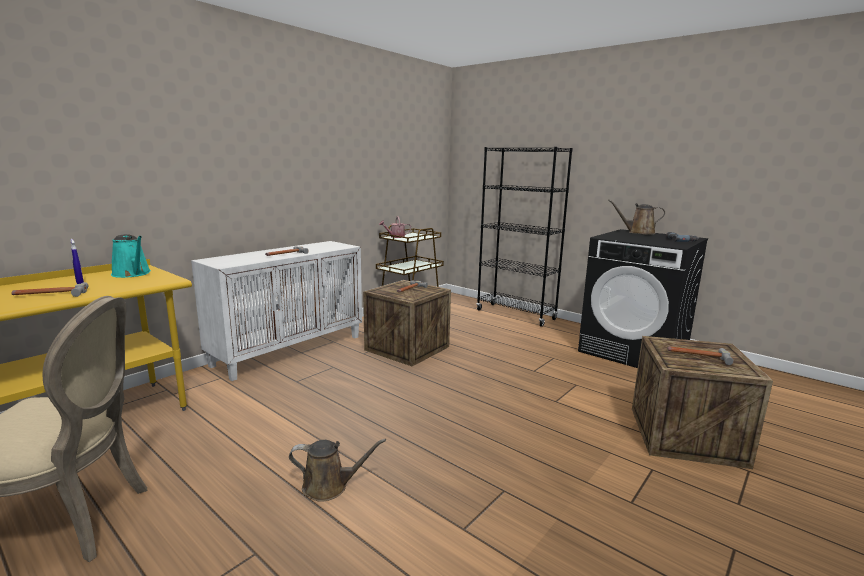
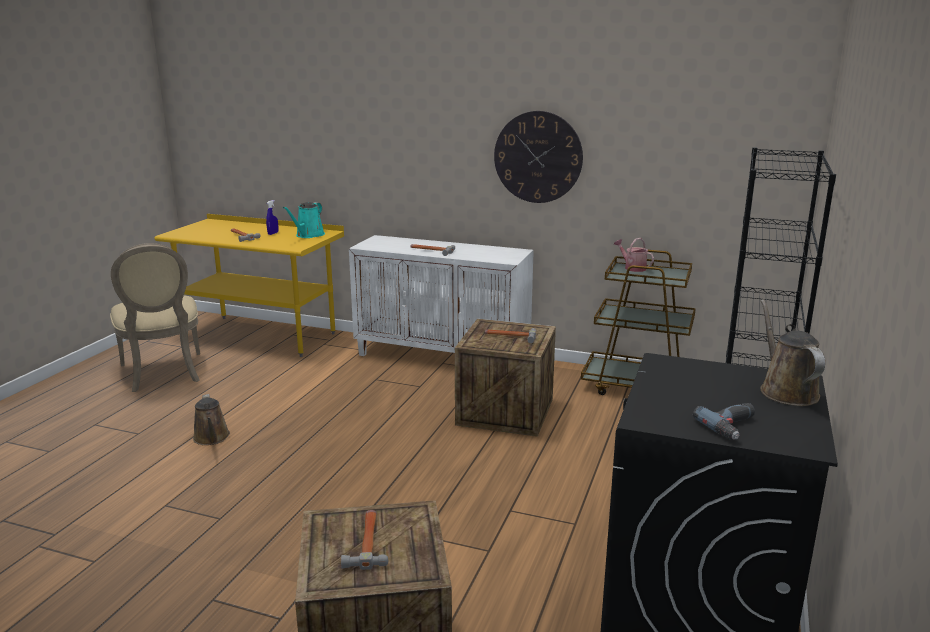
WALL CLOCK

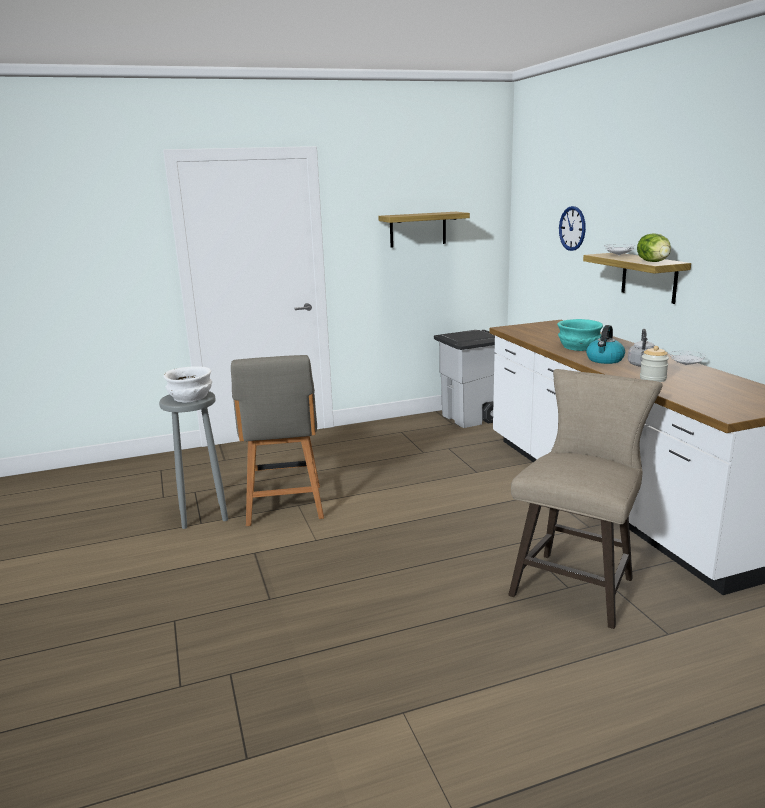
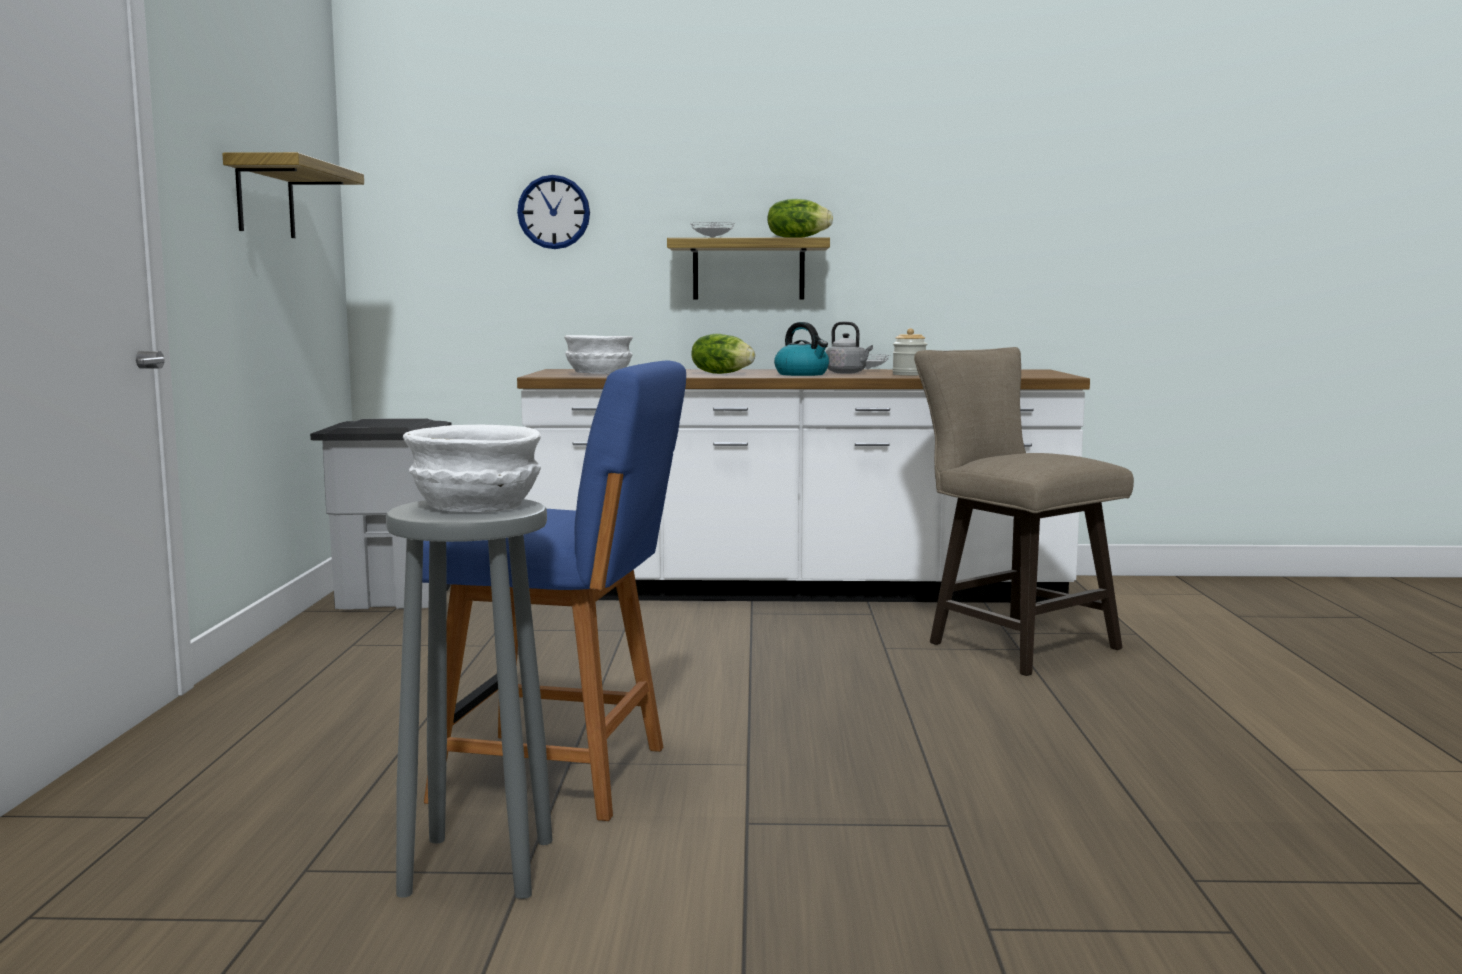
LETTUCE HEAD (1st from left); BLUE-COLOURED CHAIR; WHITE BOWL (2nd from left)

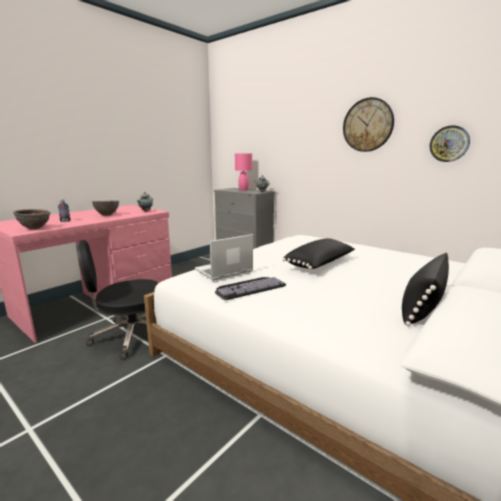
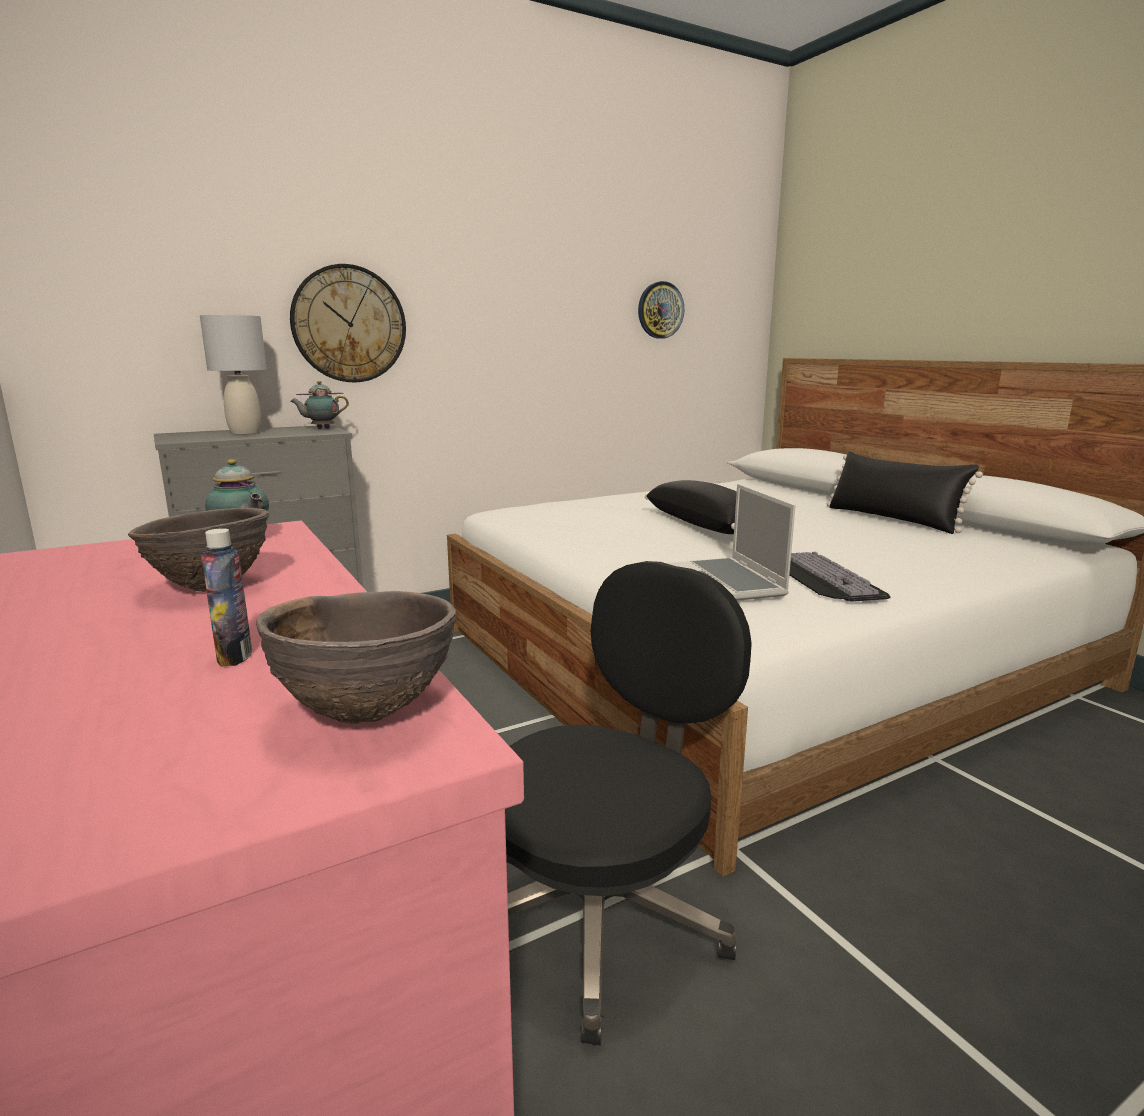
WALL CLOCK (1st from left); GREYISH TABLETOP LAMP; BLACK-COLOURED COMPUTER CHAIR

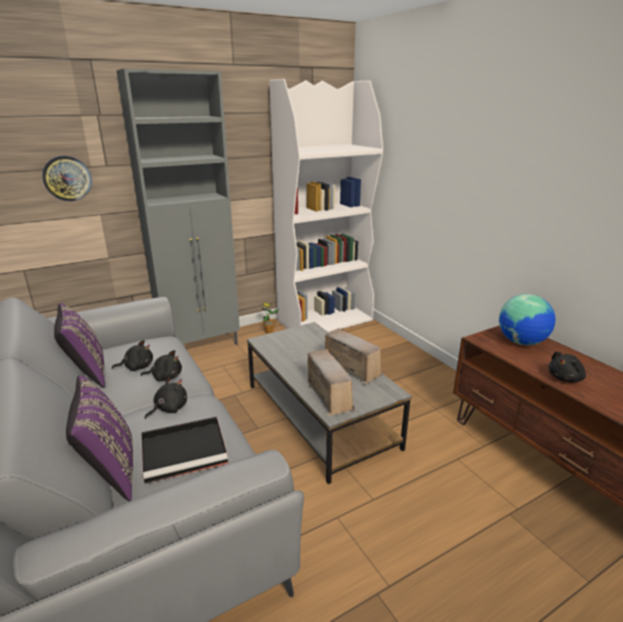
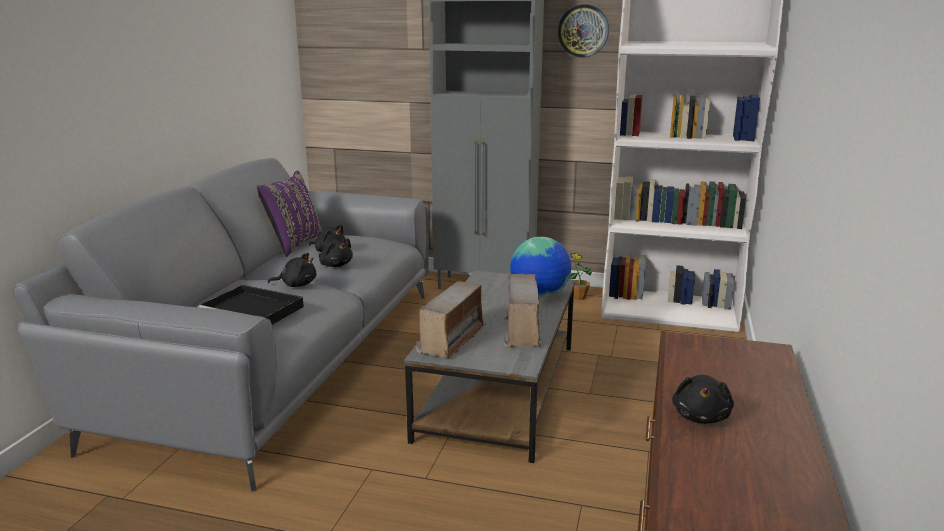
WALL CLOCK; GLOBE; BLACK-COLOURED CUDDLY TOY (4th from left); PURPLISH THROW PILLOW (2nd from left in the first image)

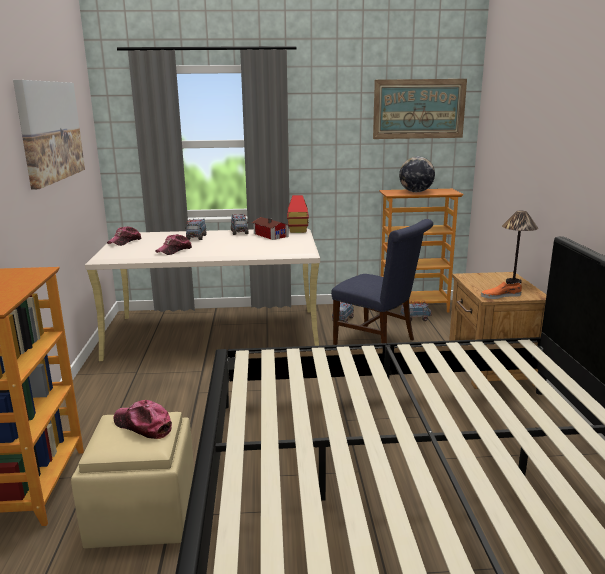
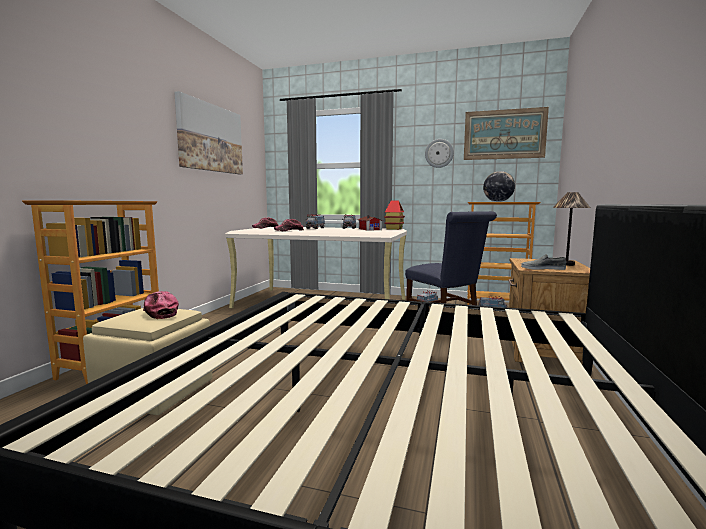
GREYISH SHOE; WALL CLOCK

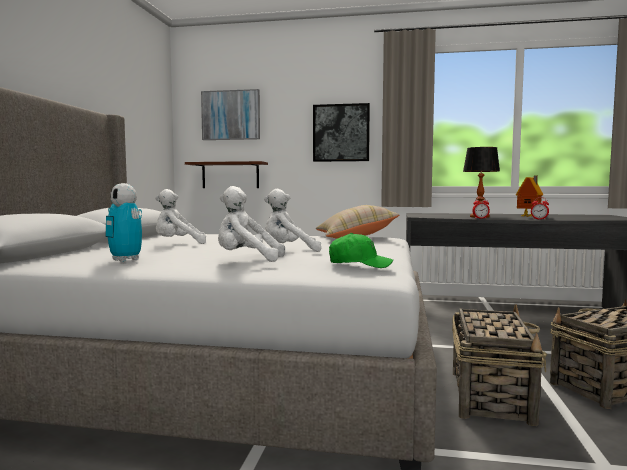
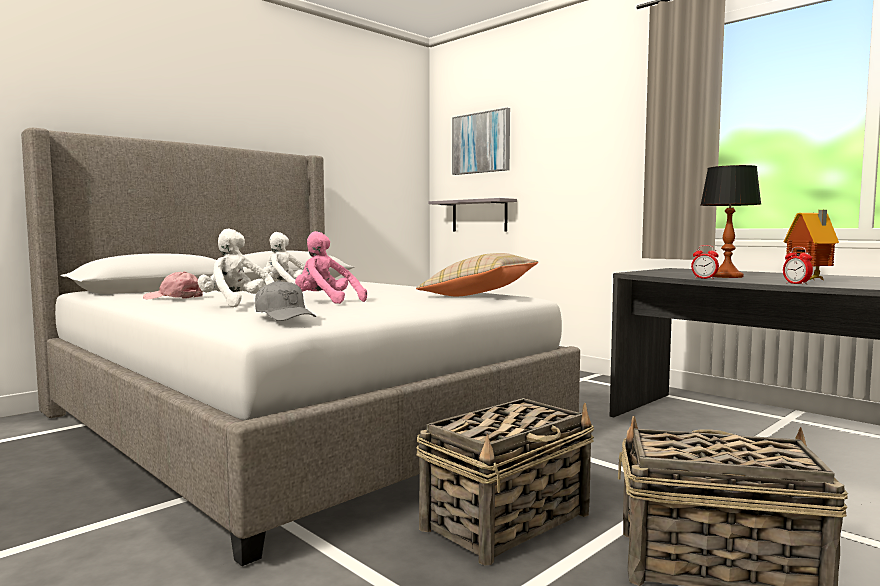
PICTURE (2nd from left in the first image); GREYISH BRACKET SHELF; PINKISH BASEBALL CAP; PINKISH CUDDLY TOY; GREYISH BASEBALL CAP

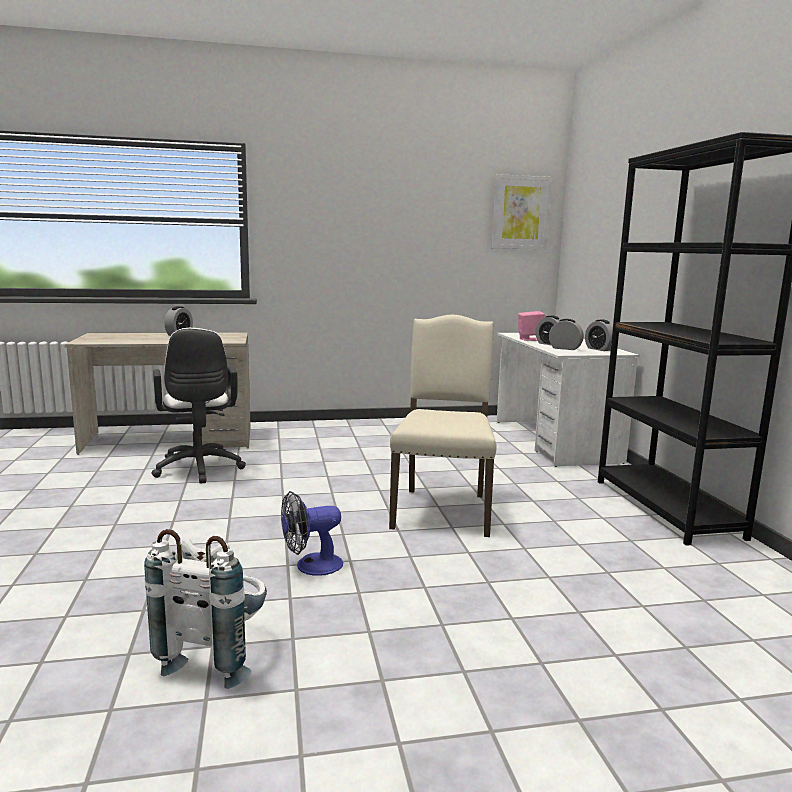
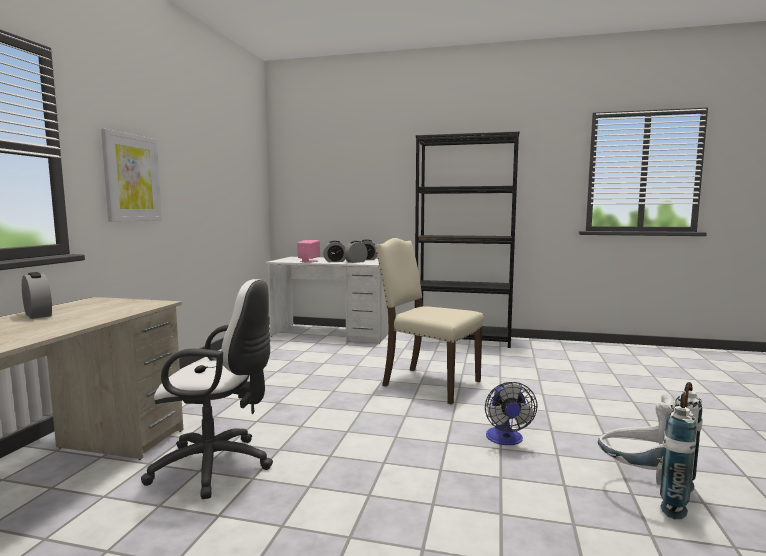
PICTURE

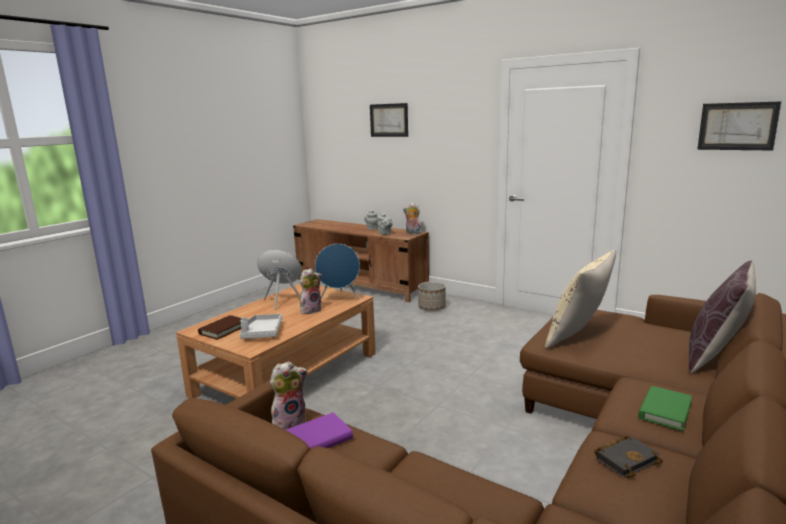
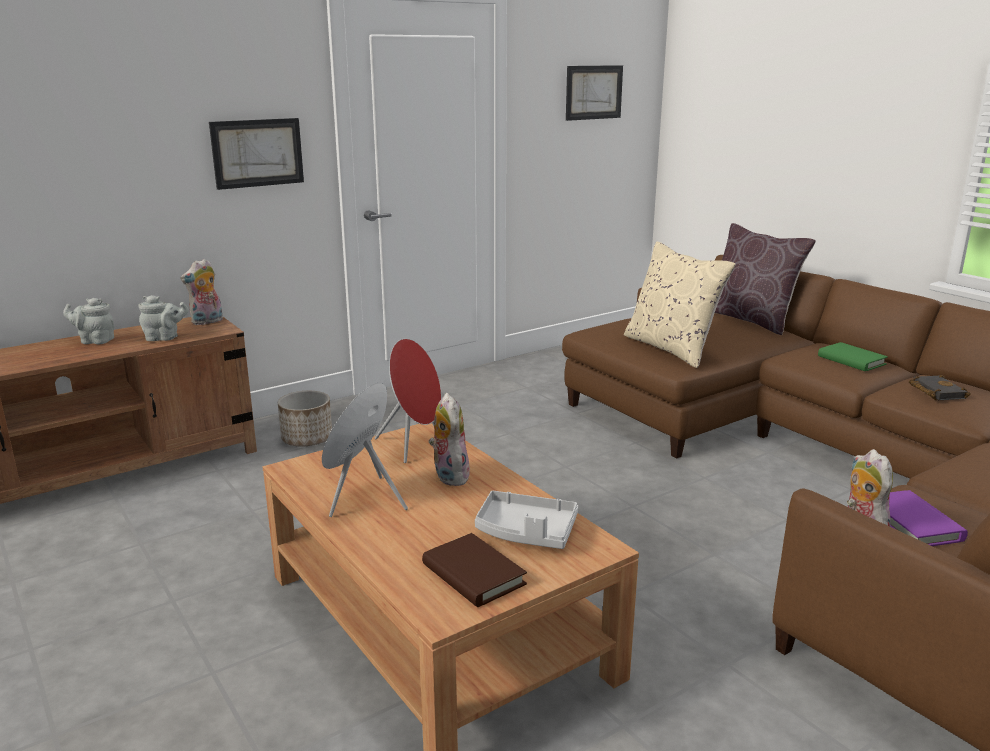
PICTURE (1st from left); REDDISH AUDIO SPEAKER

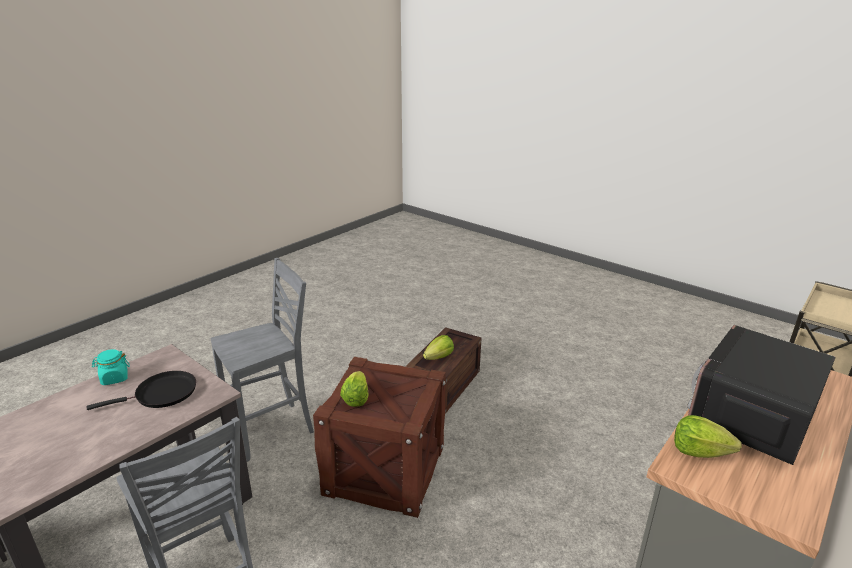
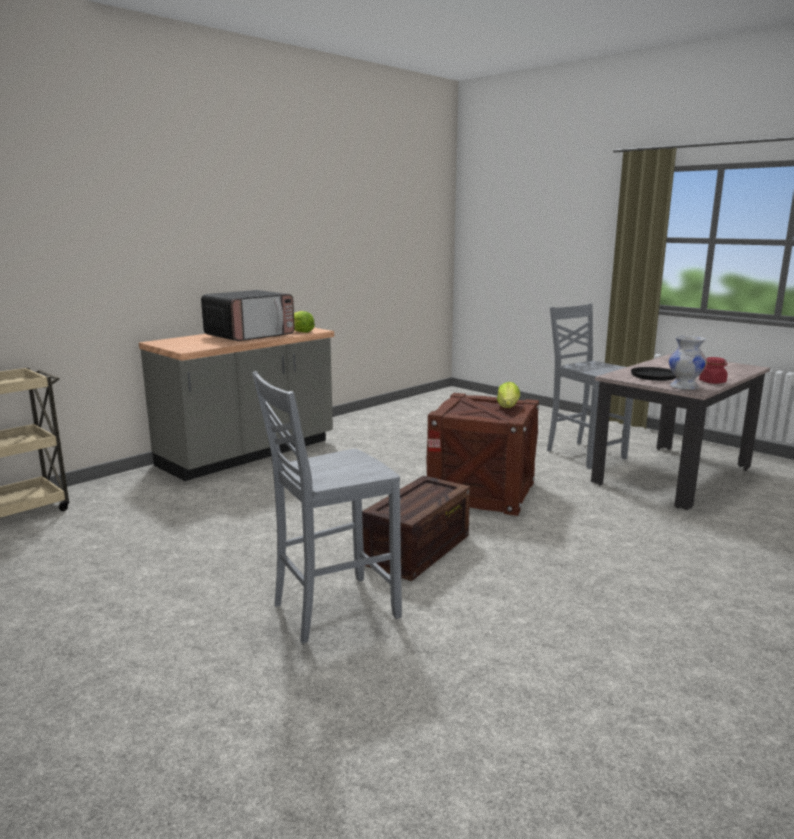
GREYISH CHAIR (1st from left); LETTUCE HEAD (2nd from left in the first image); REDDISH STORAGE JAR; WHITE DECORATIVE VASE

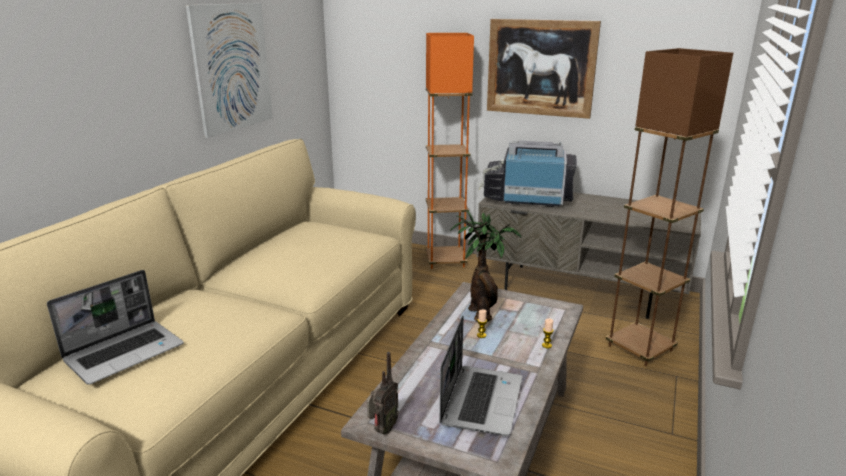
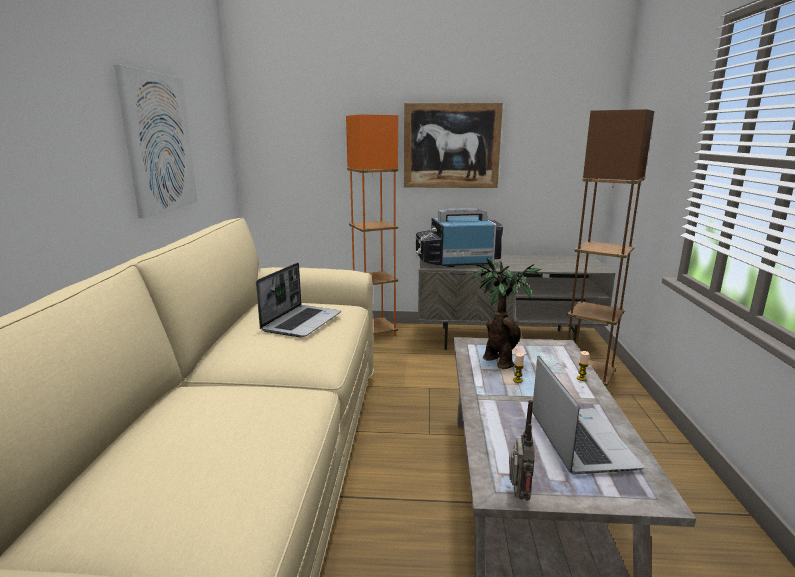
NOTEBOOK COMPUTER (1st from left)

